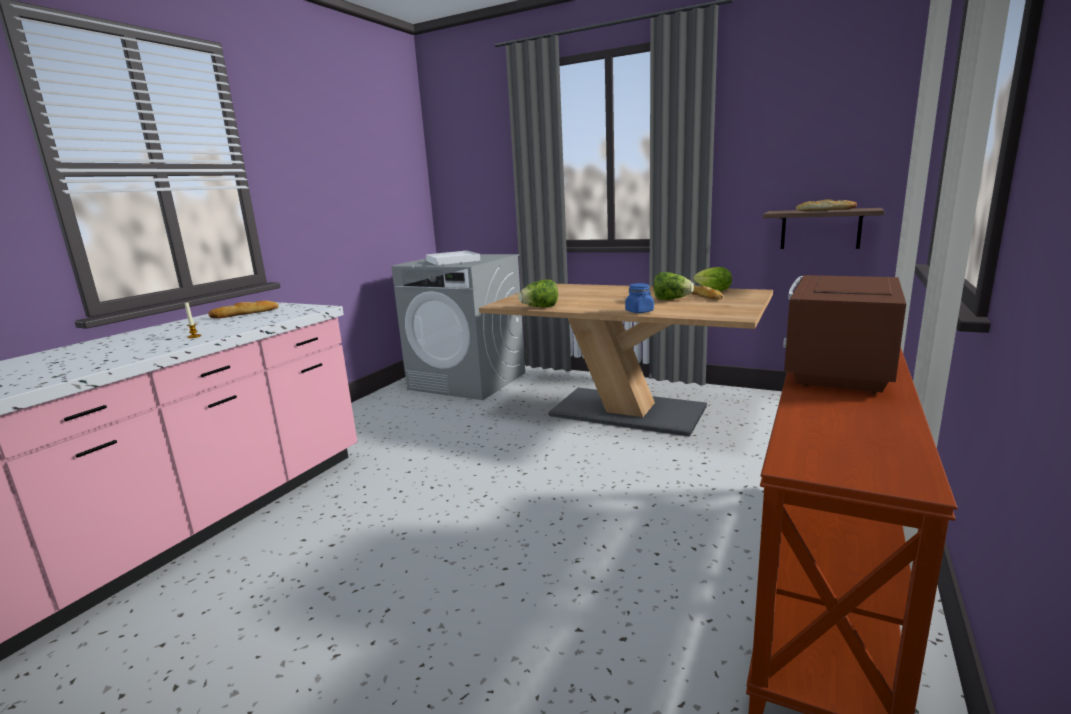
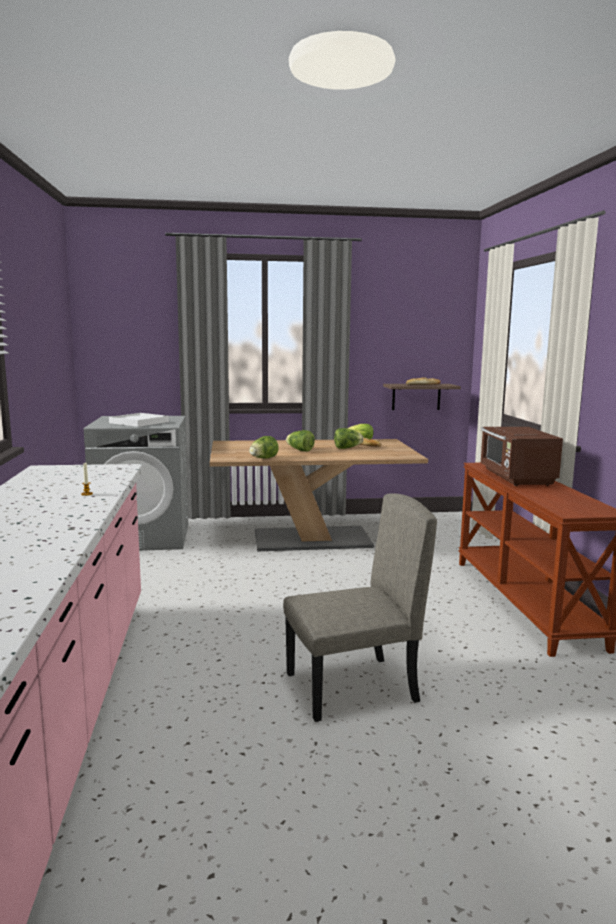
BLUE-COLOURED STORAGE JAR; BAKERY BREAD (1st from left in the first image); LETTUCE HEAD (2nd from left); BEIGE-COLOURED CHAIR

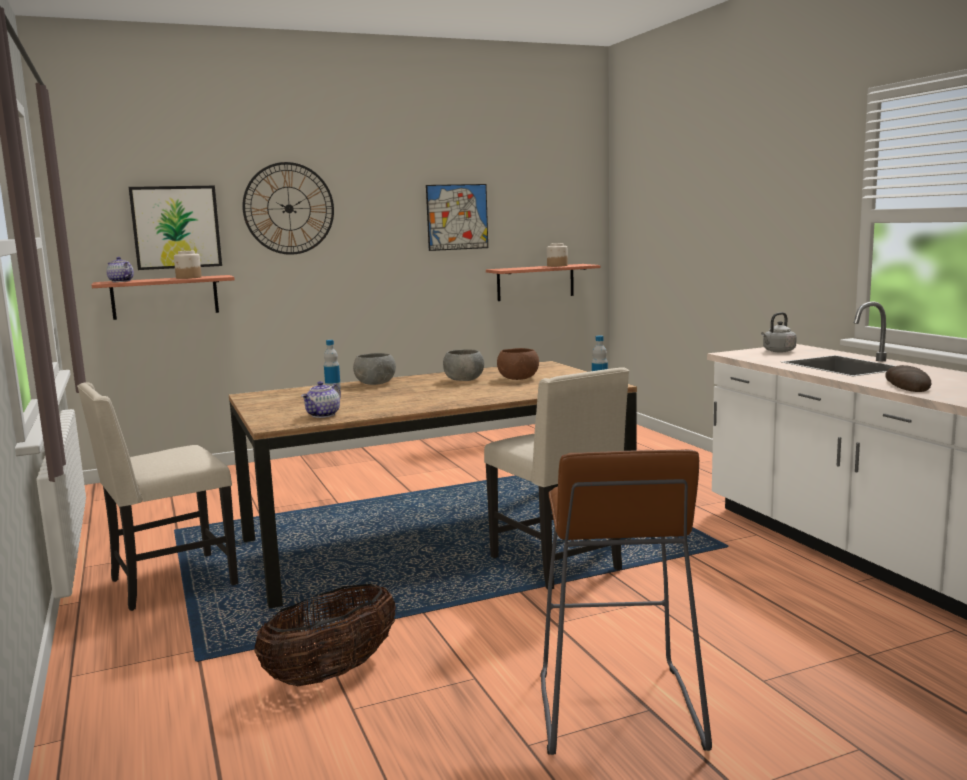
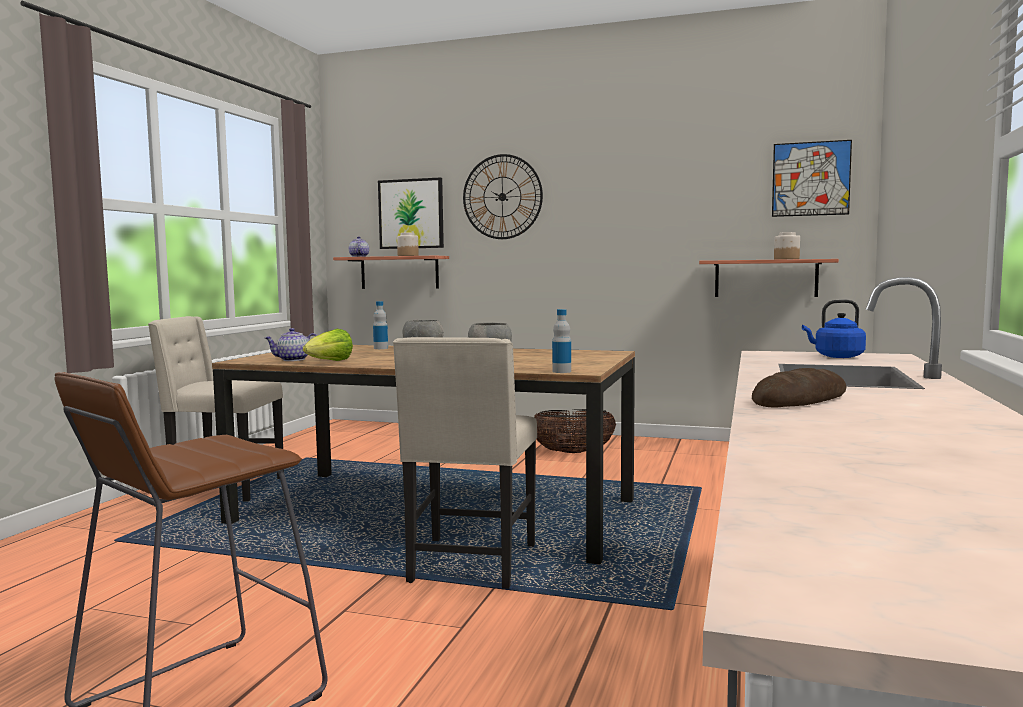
PICTURE (2nd from left); BLUE-COLOURED WATER KETTLE; BROWNISH BOWL; STORAGE BASKET; LETTUCE HEAD

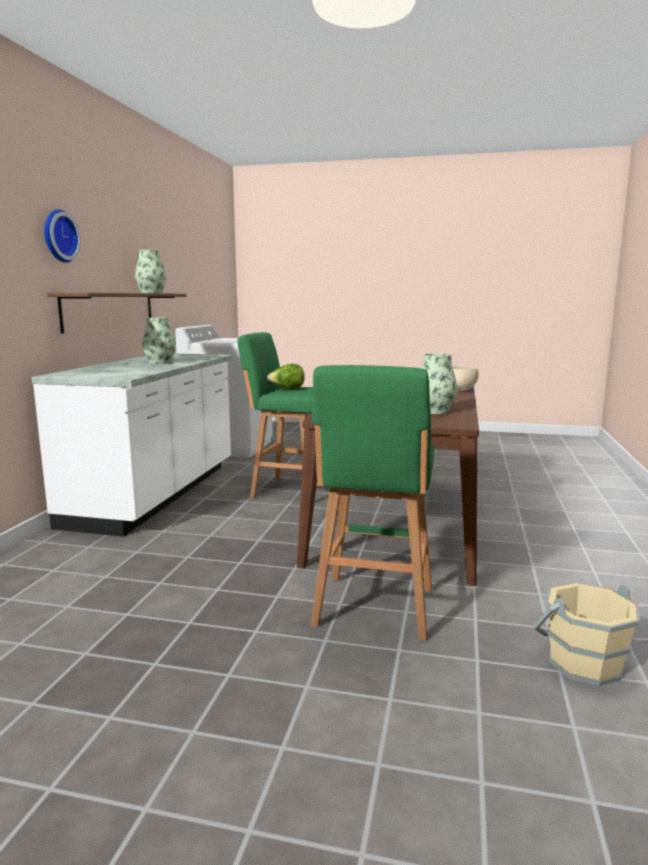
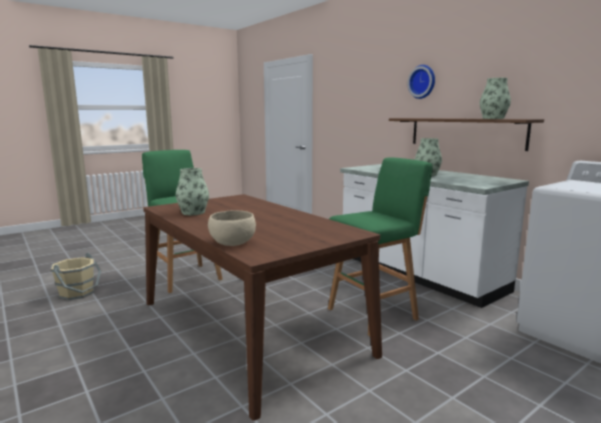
LETTUCE HEAD

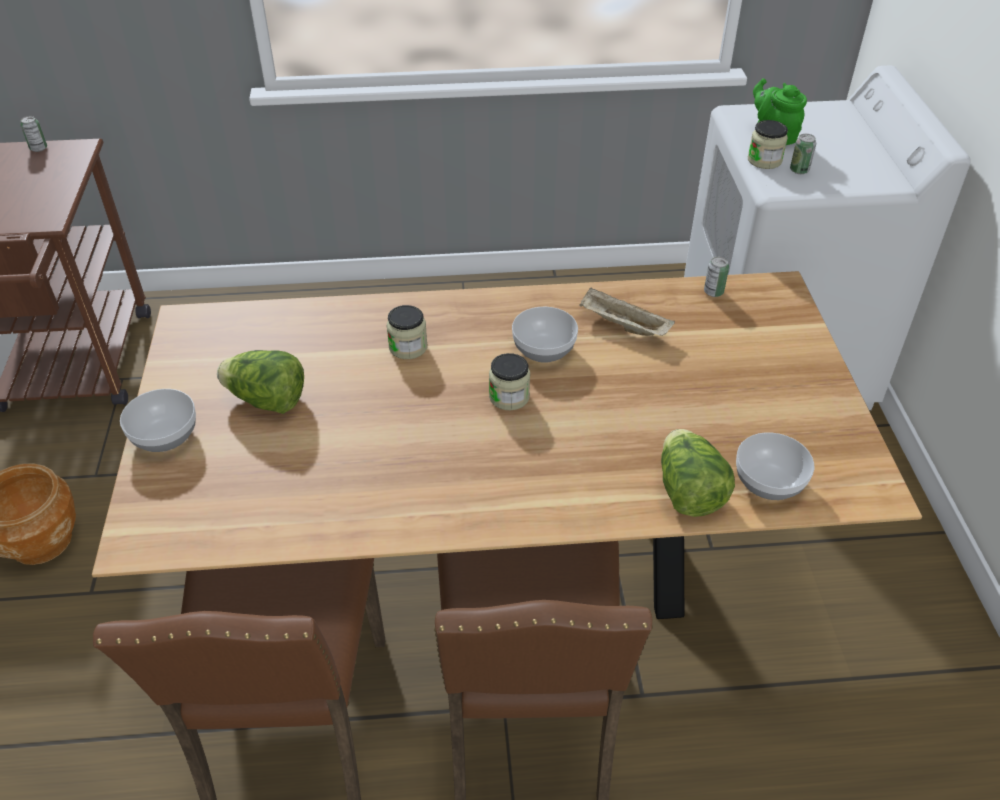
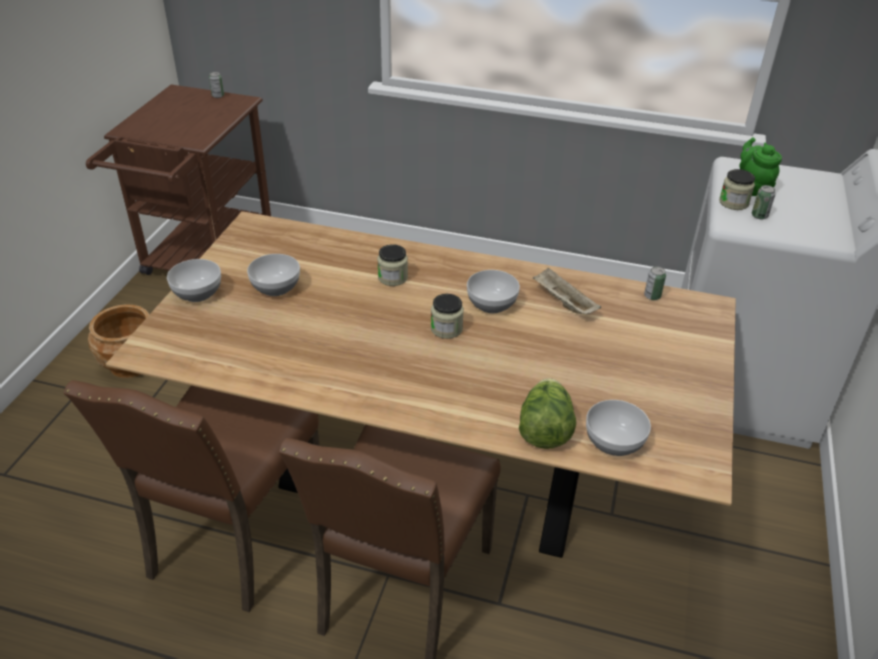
BOWL (2nd from left)

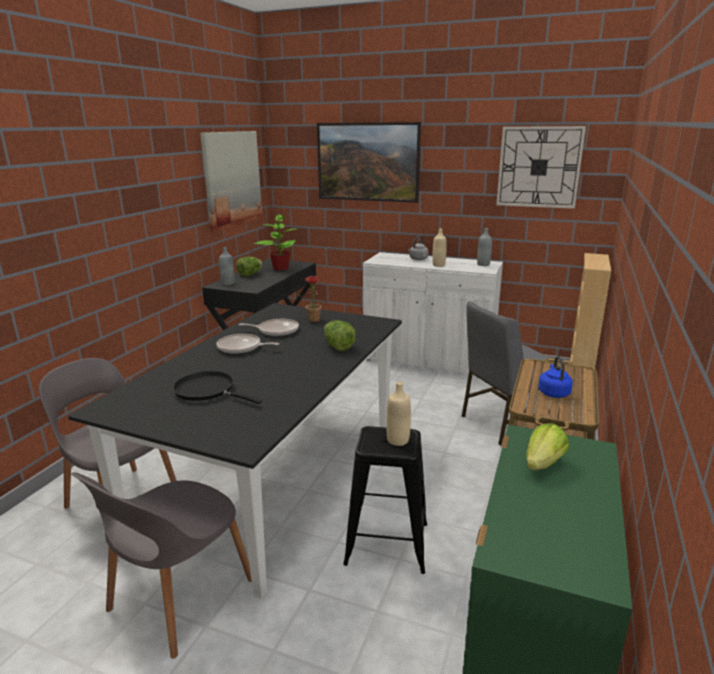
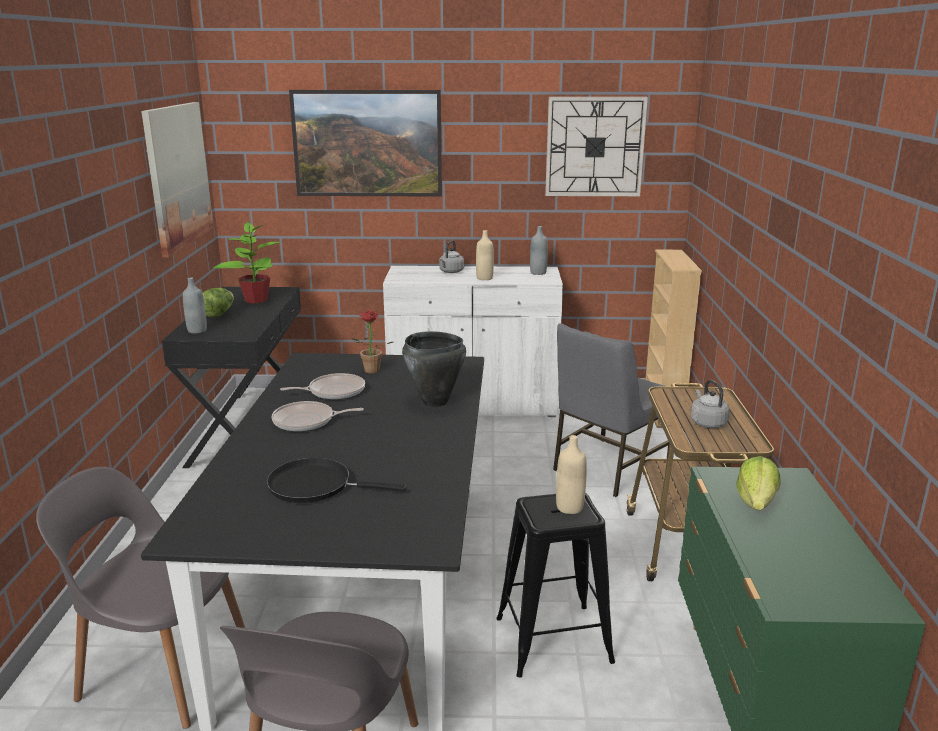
BLACK-COLOURED COOKING POT; GREYISH WATER KETTLE (2nd from left)

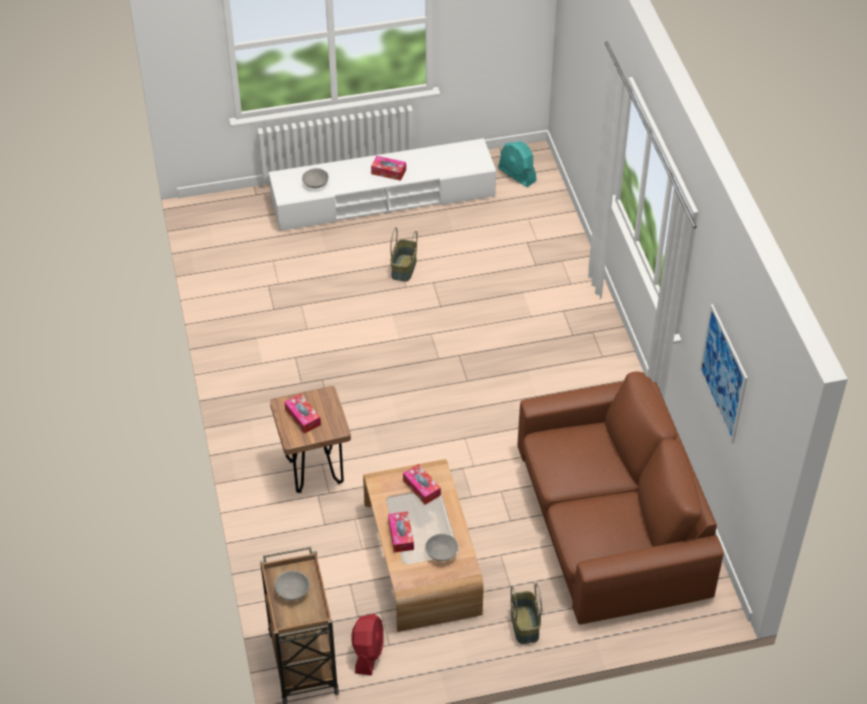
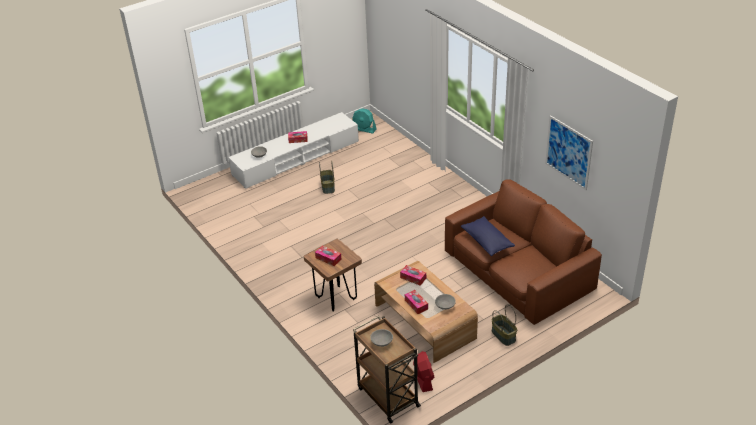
BLUE-COLOURED THROW PILLOW

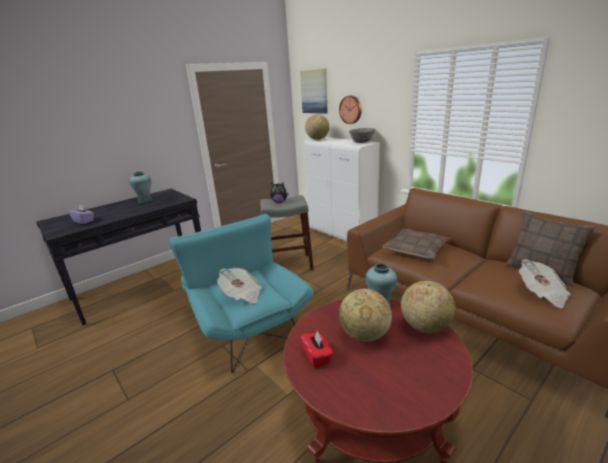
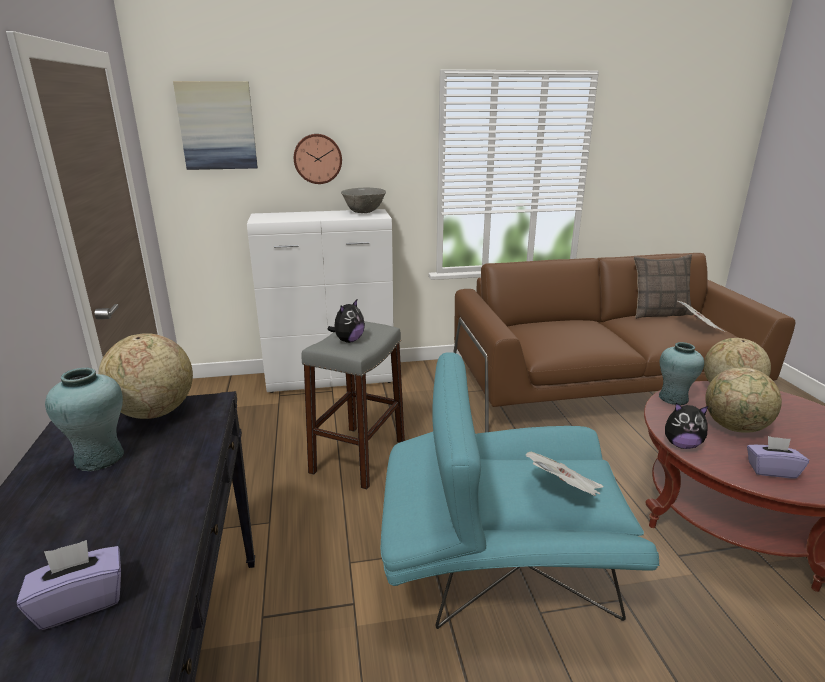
GLOBE (1st from left); THROW PILLOW (1st from left in the first image); PURPLISH TISSUE BOX (2nd from left); CUDDLY TOY (2nd from left)

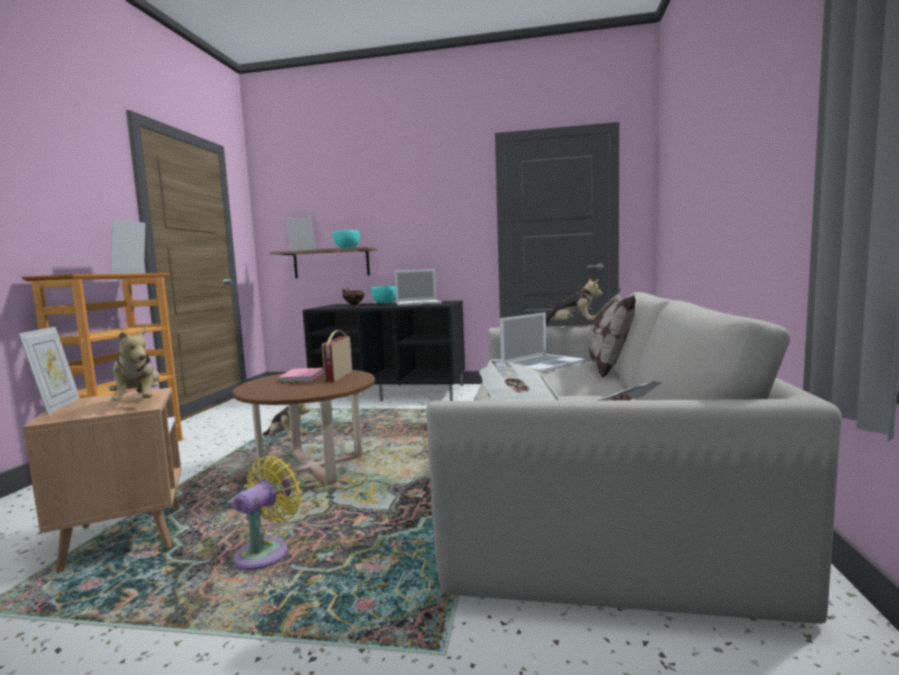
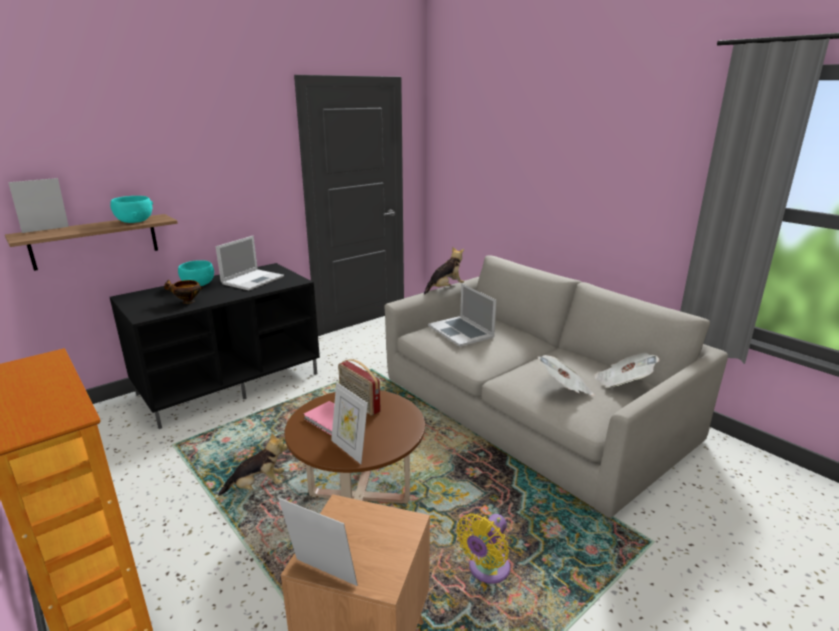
PHOTO FRAME (3rd from left); THROW PILLOW; NOTEBOOK COMPUTER (2nd from left); CUDDLY TOY (1st from left in the first image); YELLOW ELECTRIC FAN

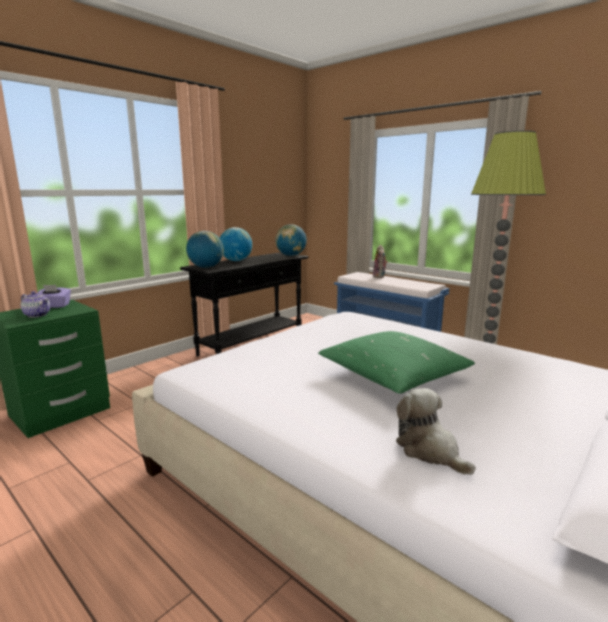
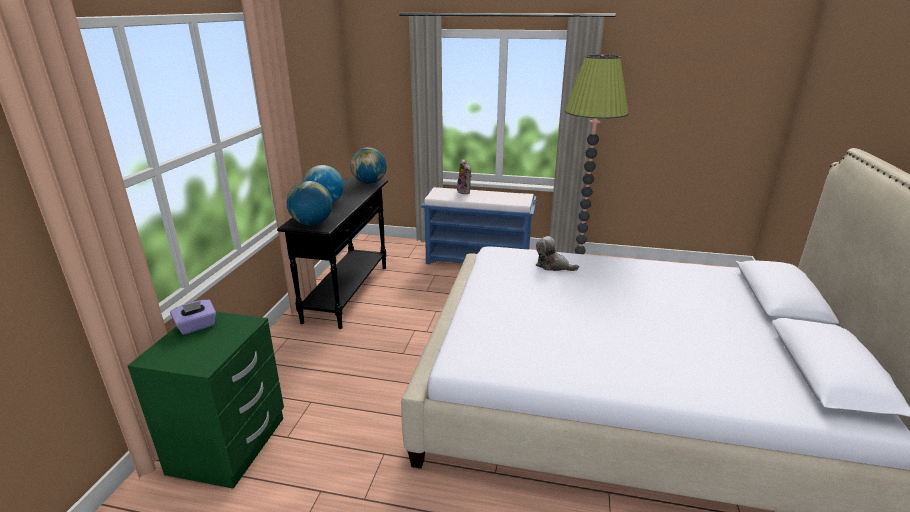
TEA POT; GREEN-COLOURED THROW PILLOW; CUDDLY TOY (2nd from left)

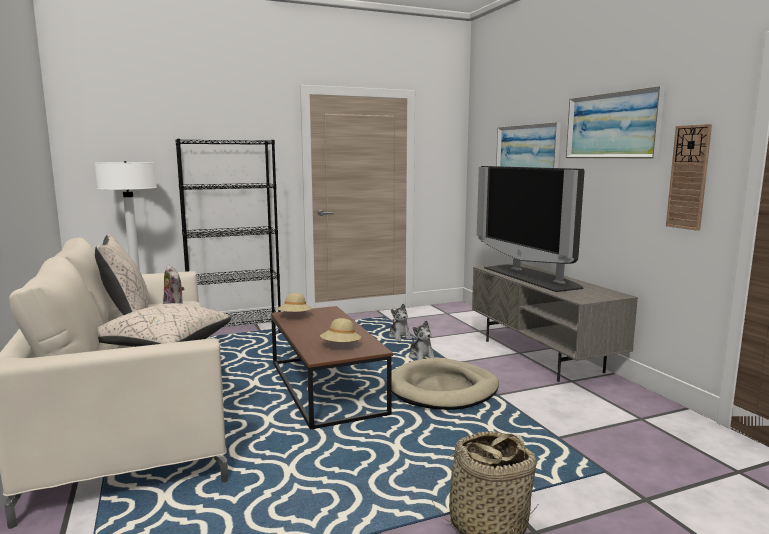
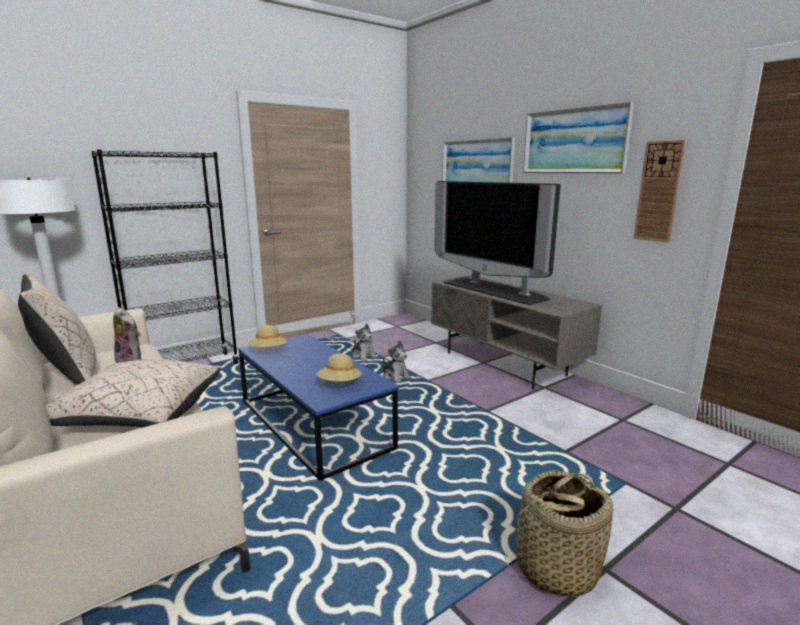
BLUE-COLOURED LOUNGE TABLE; BEIGE-COLOURED DOG CUSHION

